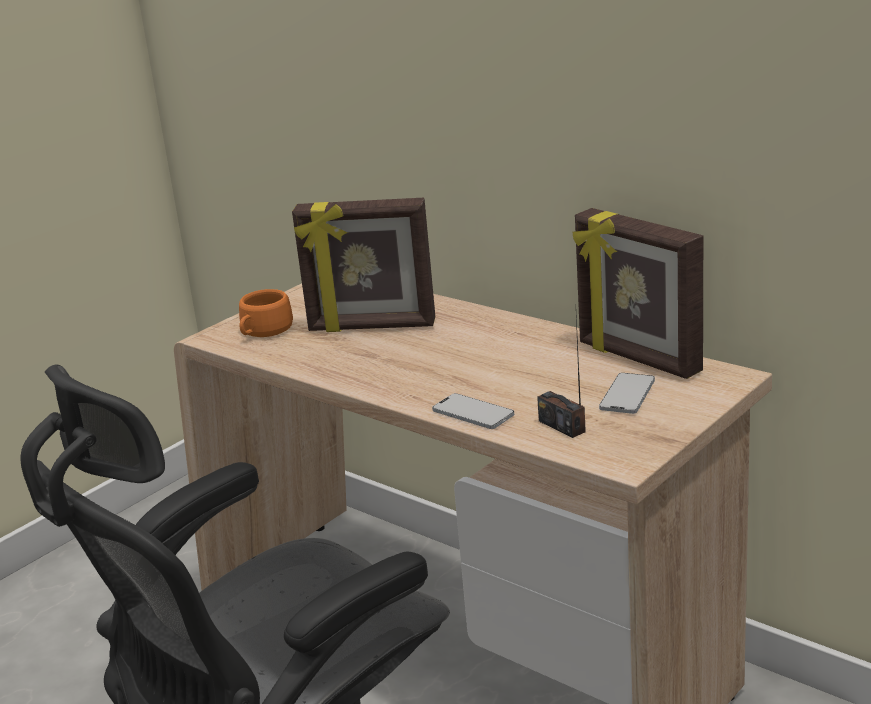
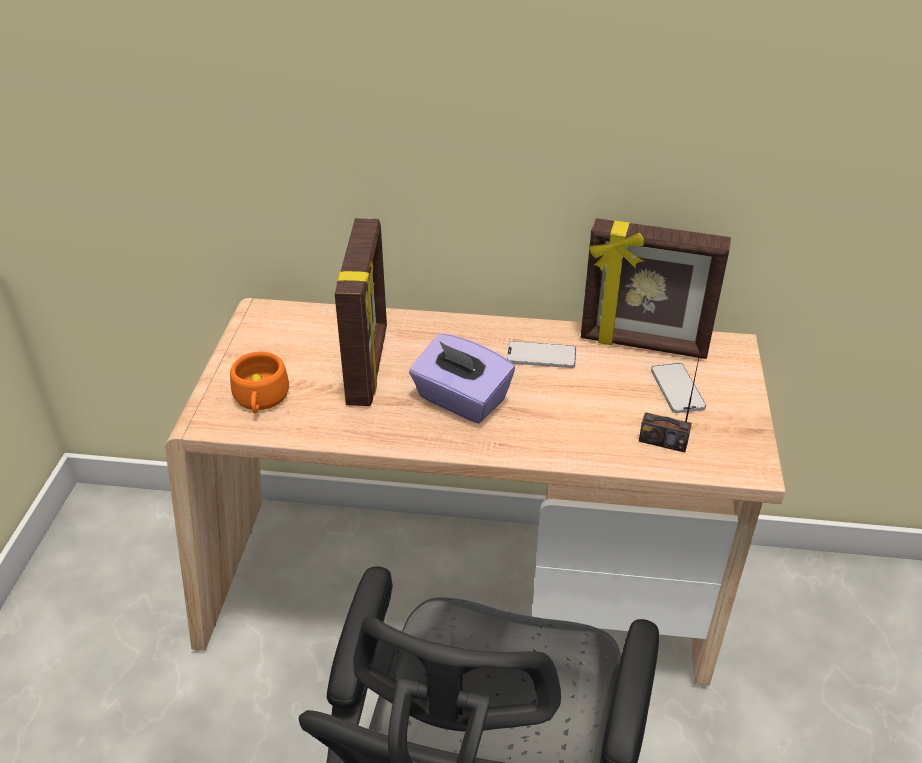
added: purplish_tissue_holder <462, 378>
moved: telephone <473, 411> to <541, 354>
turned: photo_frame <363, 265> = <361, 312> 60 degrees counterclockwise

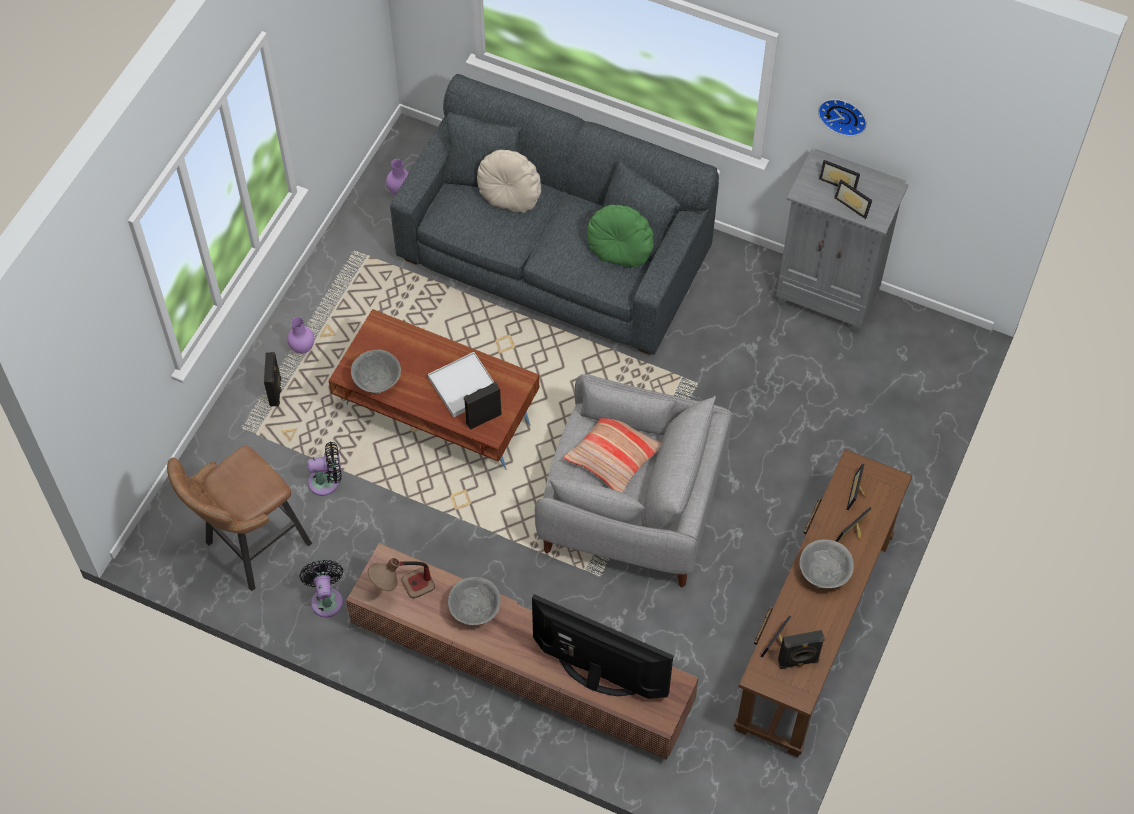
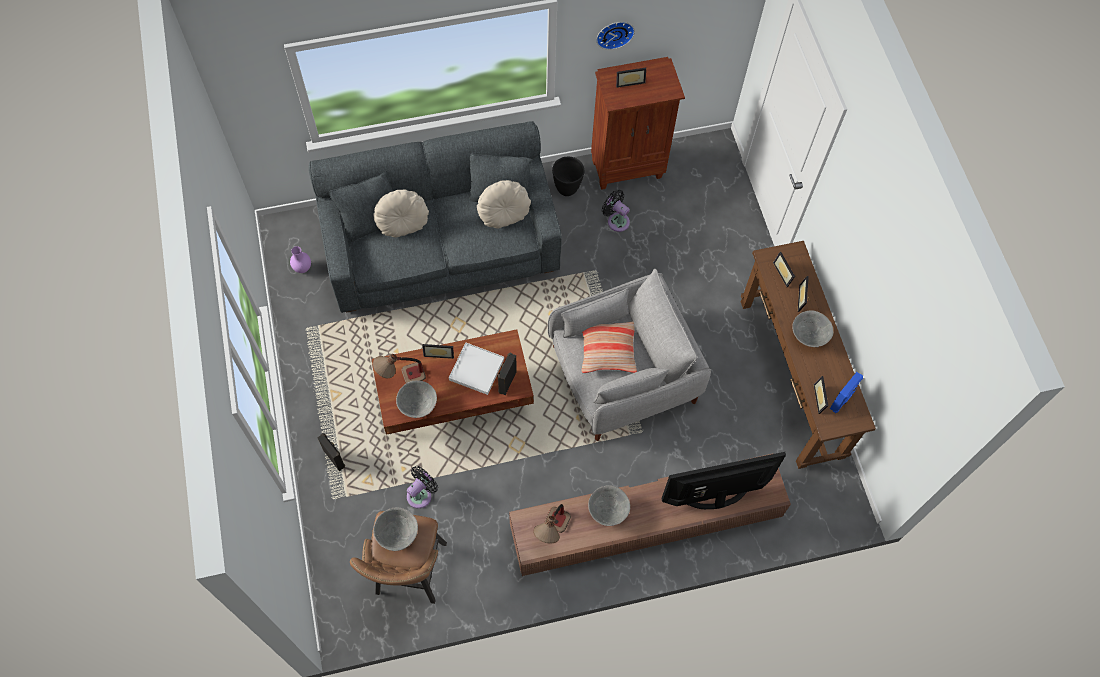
removed: purplish_vase <300, 335>
added: black_flower_pot <568, 176>; table_lamp <399, 368>; greyish_bowl <395, 529>
moved: photo_frame <853, 199> to <438, 351>; black_cooling_fan <321, 588> to <616, 210>
recoloured: greyish_cupboard <842, 241> to brown_cupboard <638, 123>; greenish_pillow <620, 236> to beige_pillow <504, 204>; black_speaker <801, 649> to blue_speaker <846, 392>

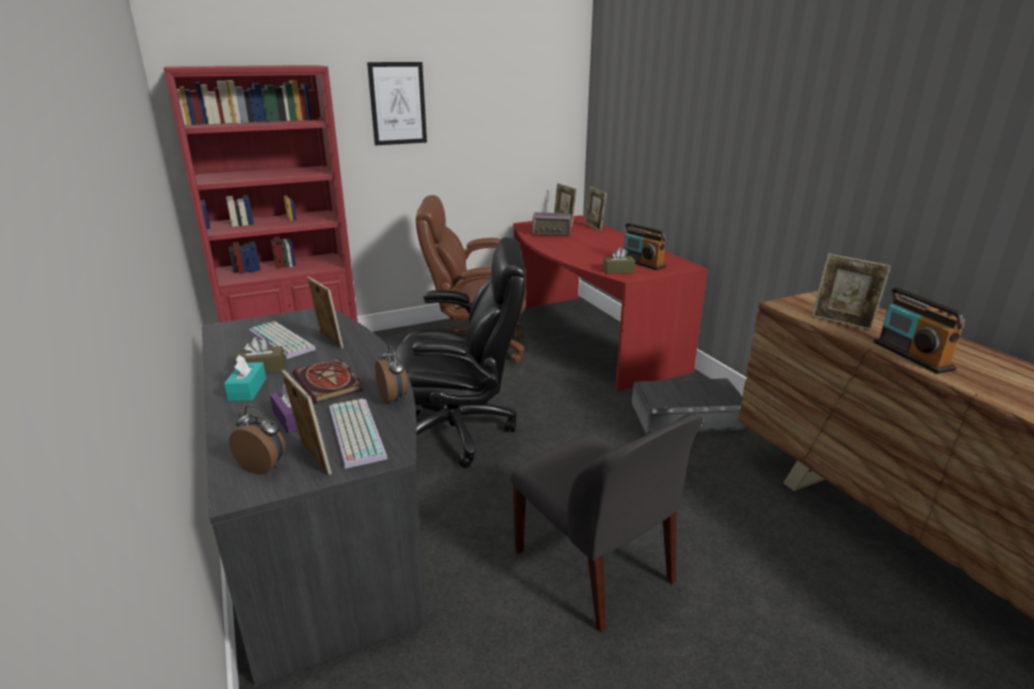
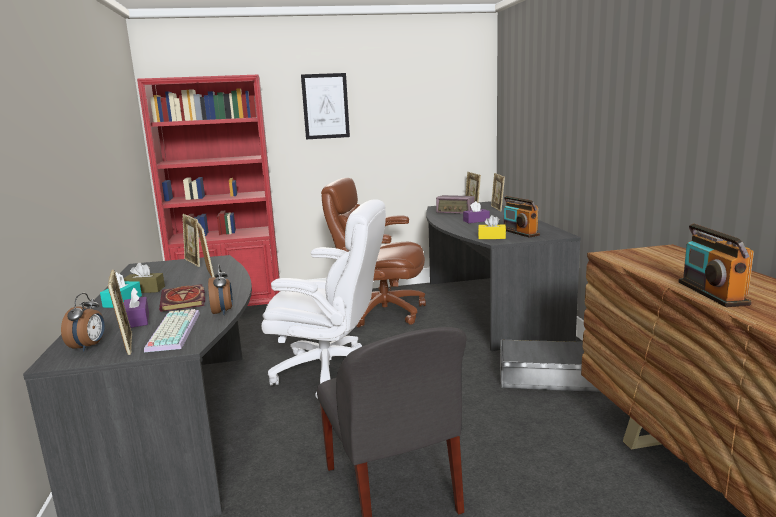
removed: keyboard <282, 340>
added: purplish_tissue_holder <476, 212>
moved: photo_frame <851, 292> to <191, 240>
recoloured: red-coloured_desk_unit <610, 303> to greyish_desk_unit <503, 276>; black_computer_chair <460, 352> to whitish_computer_chair <323, 299>; brown_tissue_holder <619, 260> to yellow_tissue_holder <492, 227>
turned: table_clock <257, 439> = <83, 322> 60 degrees clockwise

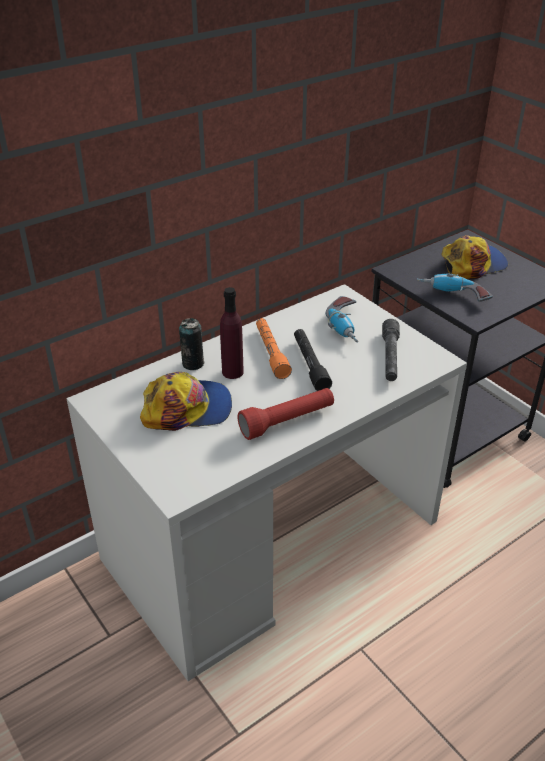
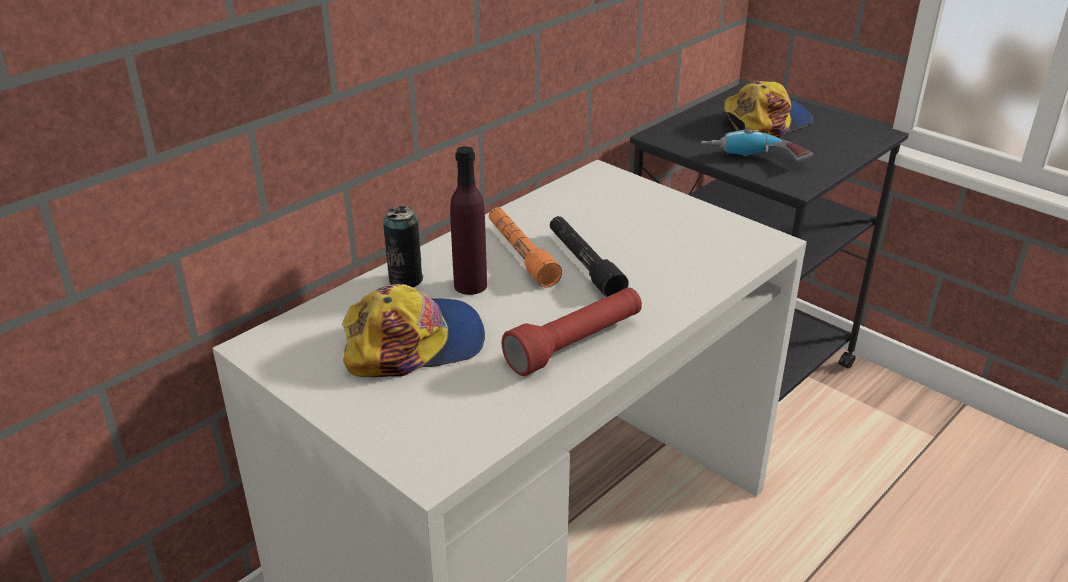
removed: electric_drill <342, 319>; greyish_torch <391, 350>

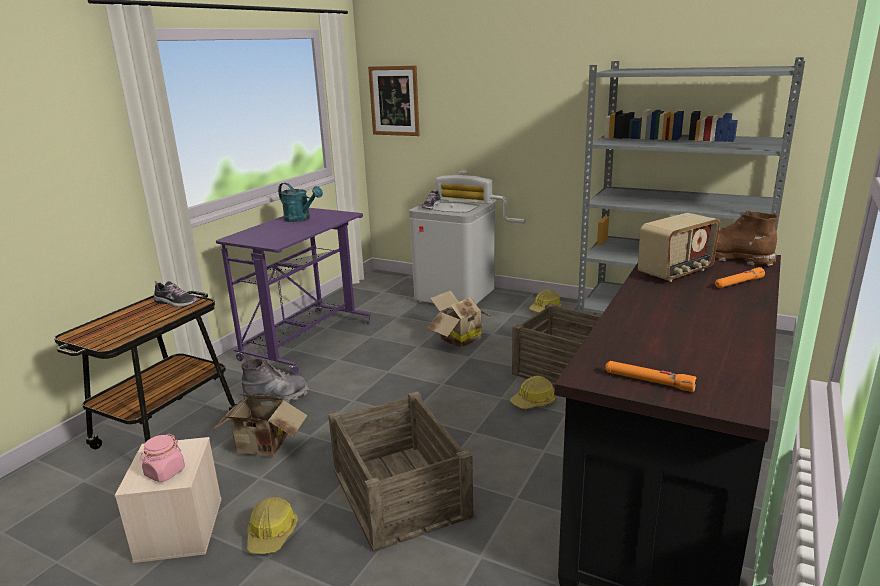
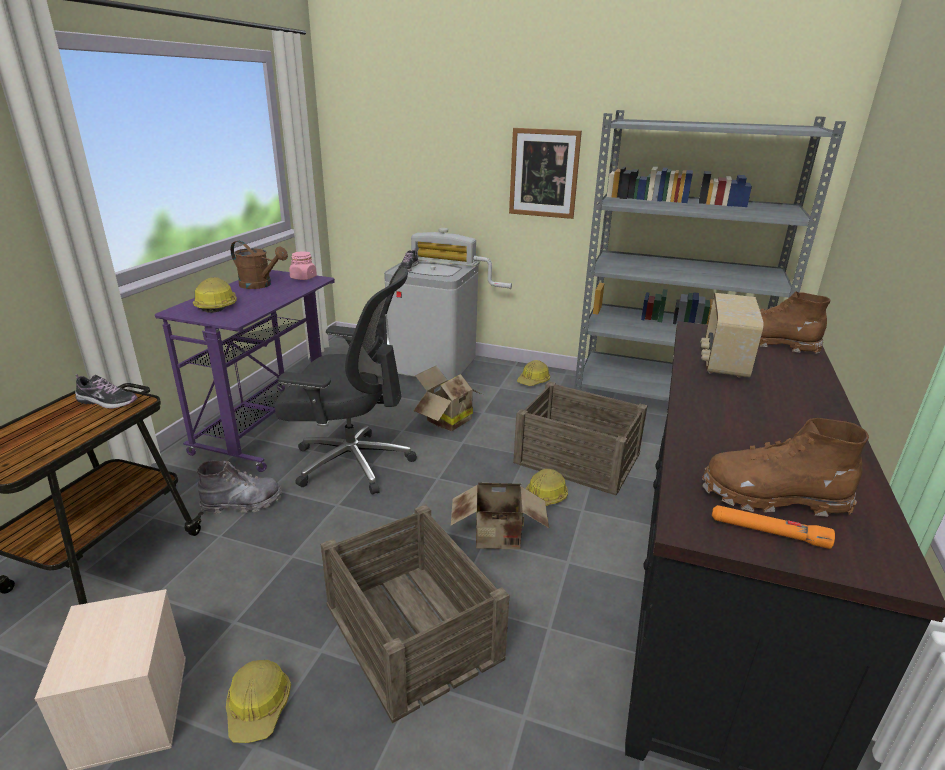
removed: orange_torch <740, 277>
added: computer_chair <346, 380>; safety_helmet <215, 295>; brown_high-top_boot <785, 467>
moved: wall_art <394, 101> to <545, 173>; carton <260, 425> to <500, 516>; pink-coloured_preserve_jar <162, 458> to <303, 266>
recoloured: blue-green_sprinkling_can <300, 202> to brown_sprinkling_can <259, 265>
turned: radio <679, 247> = <732, 335> 150 degrees clockwise

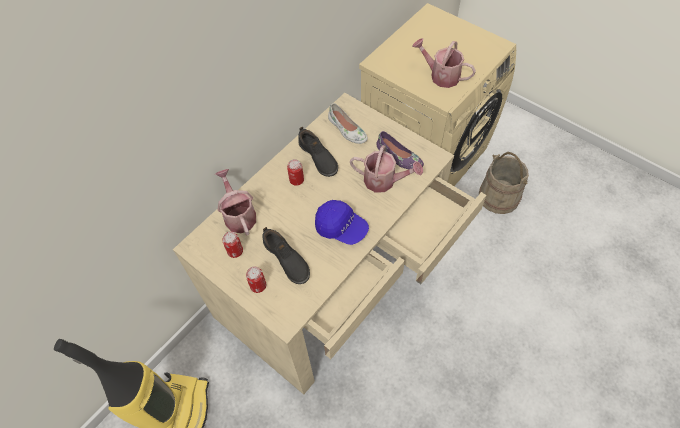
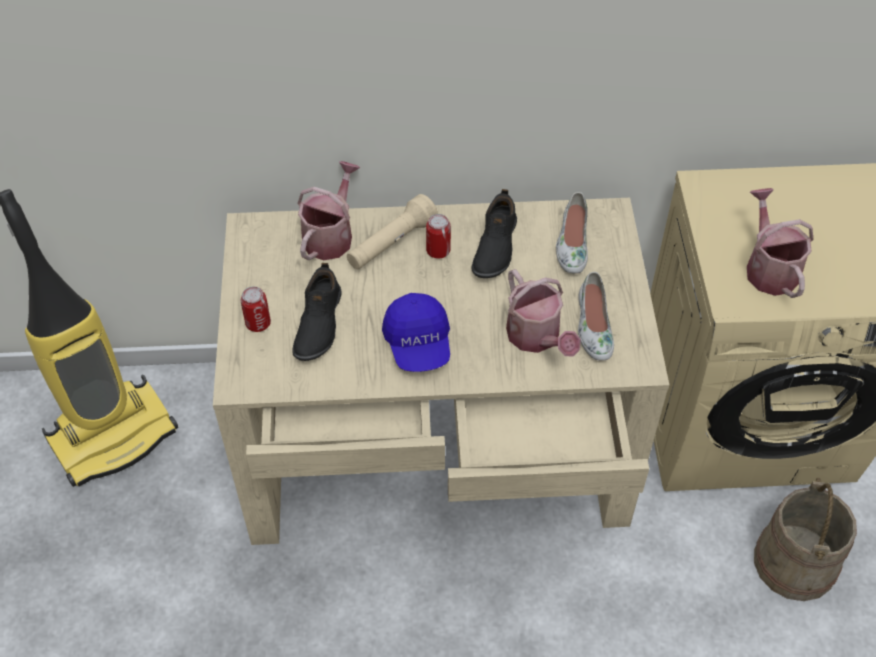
removed: can <232, 244>
added: beige_torch <392, 231>
recoloured: purplish_shoe <400, 150> to whitish_shoe <596, 316>

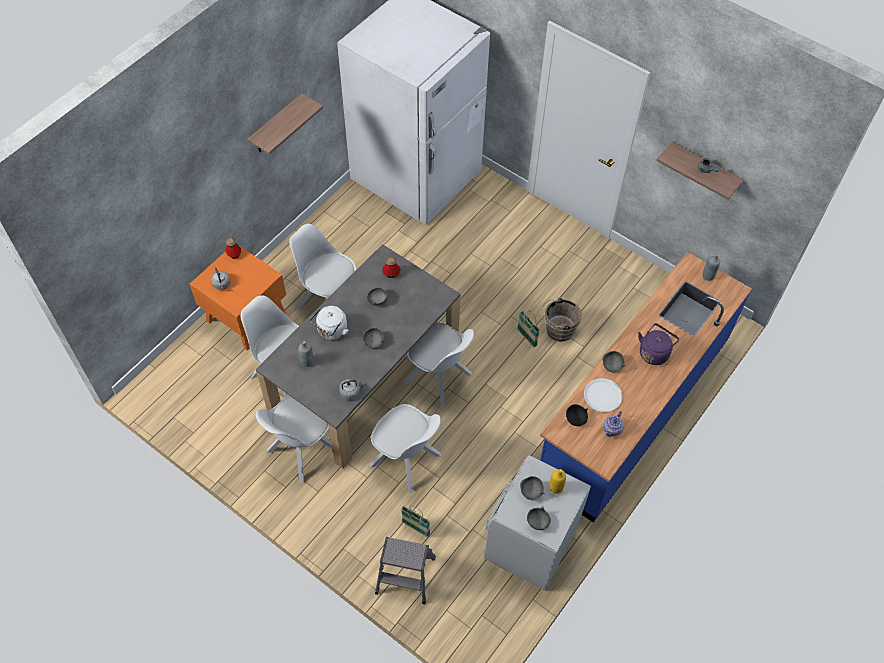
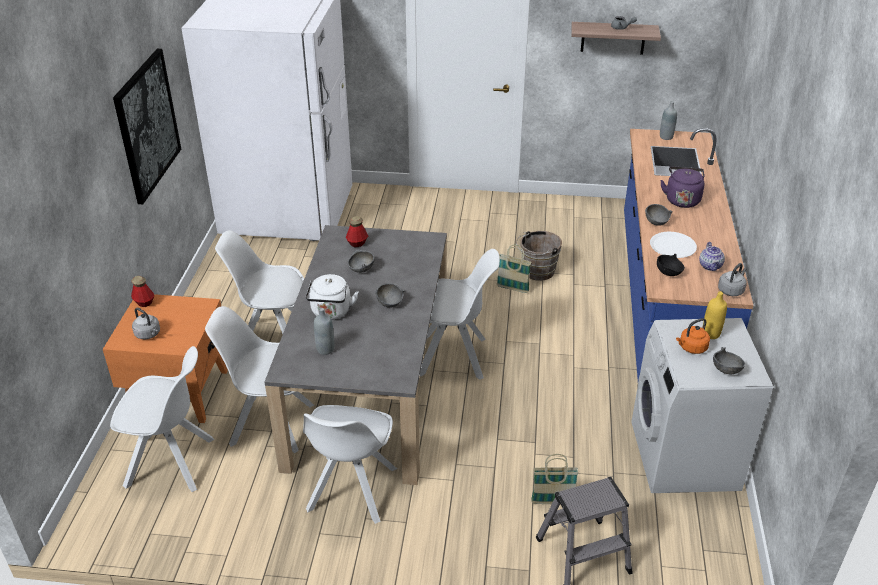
moved: greyish_tea_kettle <352, 389> to <732, 279>; whitish_plain_chair <405, 448> to <162, 419>
replaced: shelf <285, 123> to wall_art <147, 126>; greyish_bowl <532, 488> to orange_tea_kettle <693, 336>

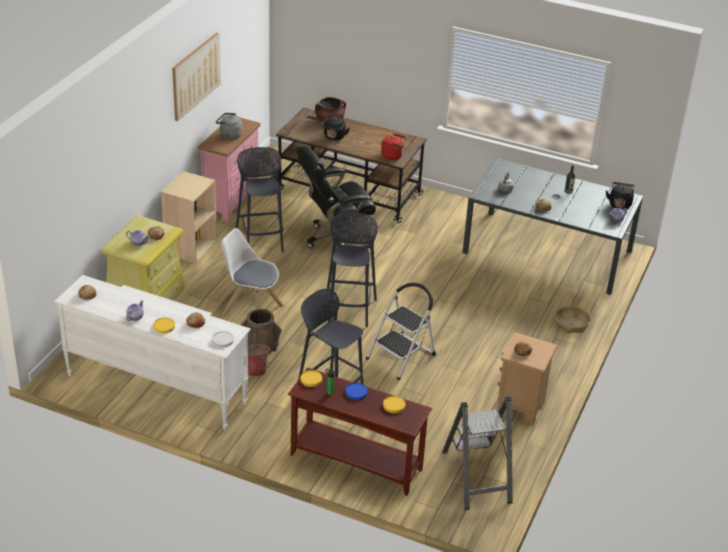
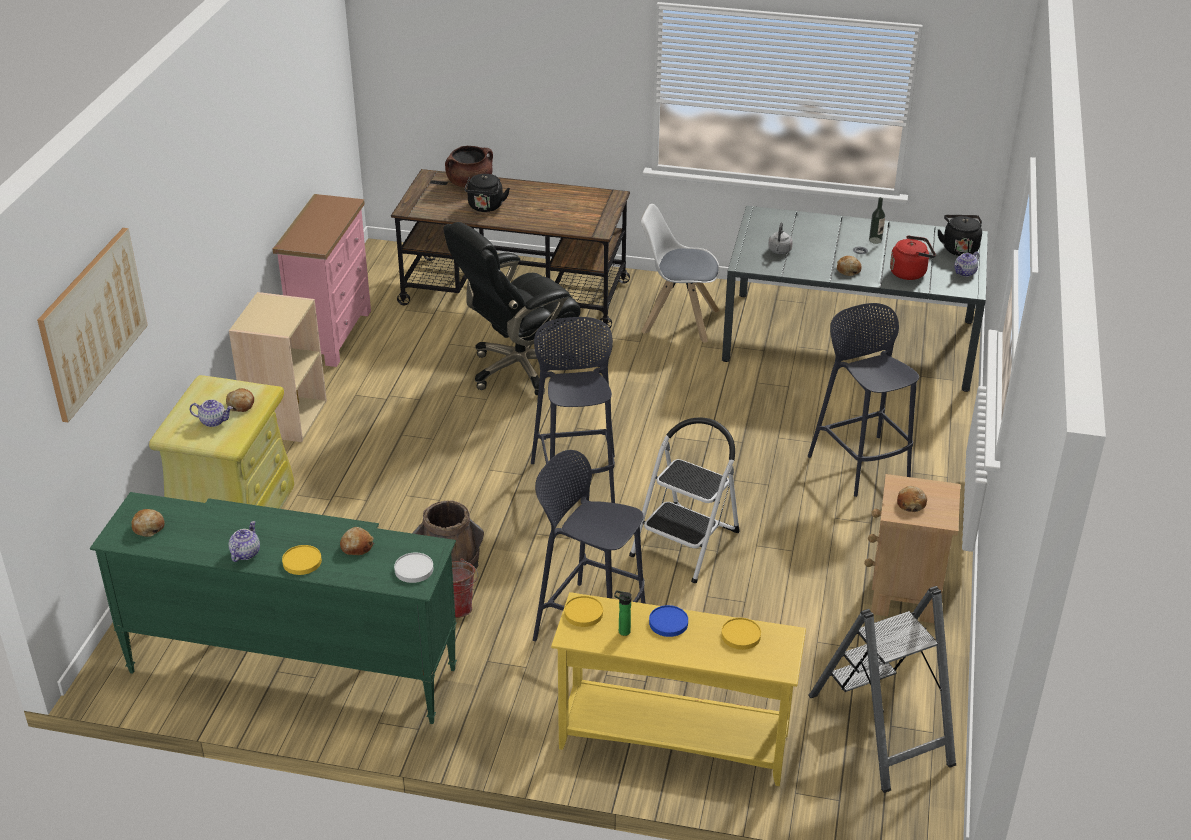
removed: greyish_tea_kettle <229, 126>; storage_basket <572, 319>
moved: wall_art <196, 77> to <92, 325>; red-coloured_tea_kettle <393, 146> to <913, 257>; greyish_stool_seat <260, 199> to <863, 400>; plain_chair <252, 271> to <680, 273>
recoloured: whitish_cupboard <152, 353> to greenish_cupboard <273, 608>; brown_hall_table <360, 432> to yellow_hall_table <678, 689>

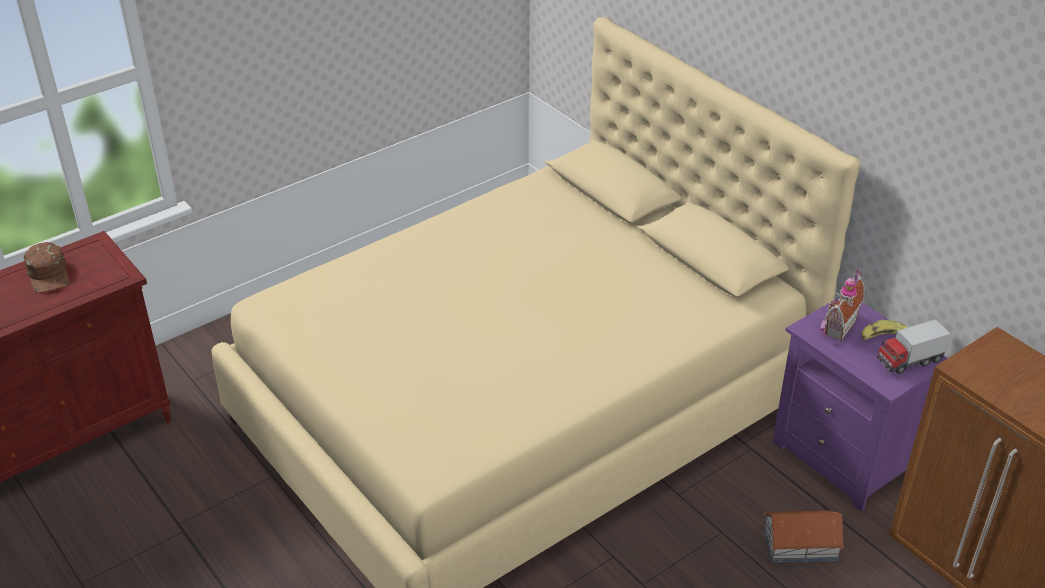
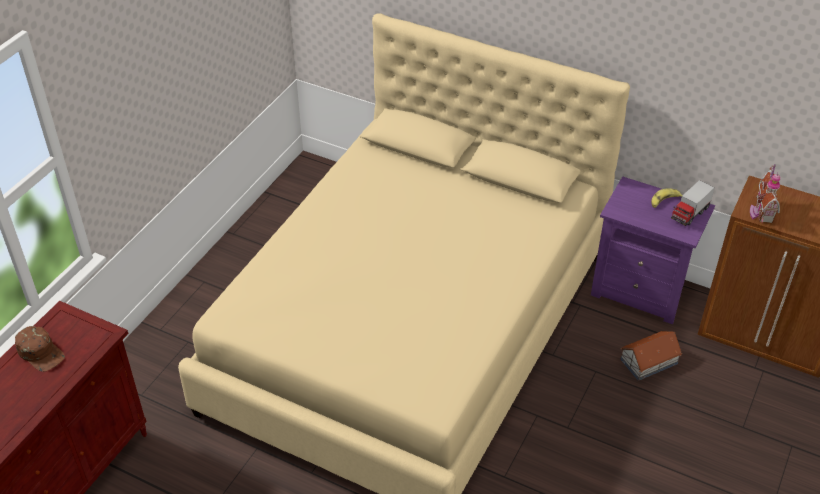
moved: toy_house <842, 304> to <765, 193>

